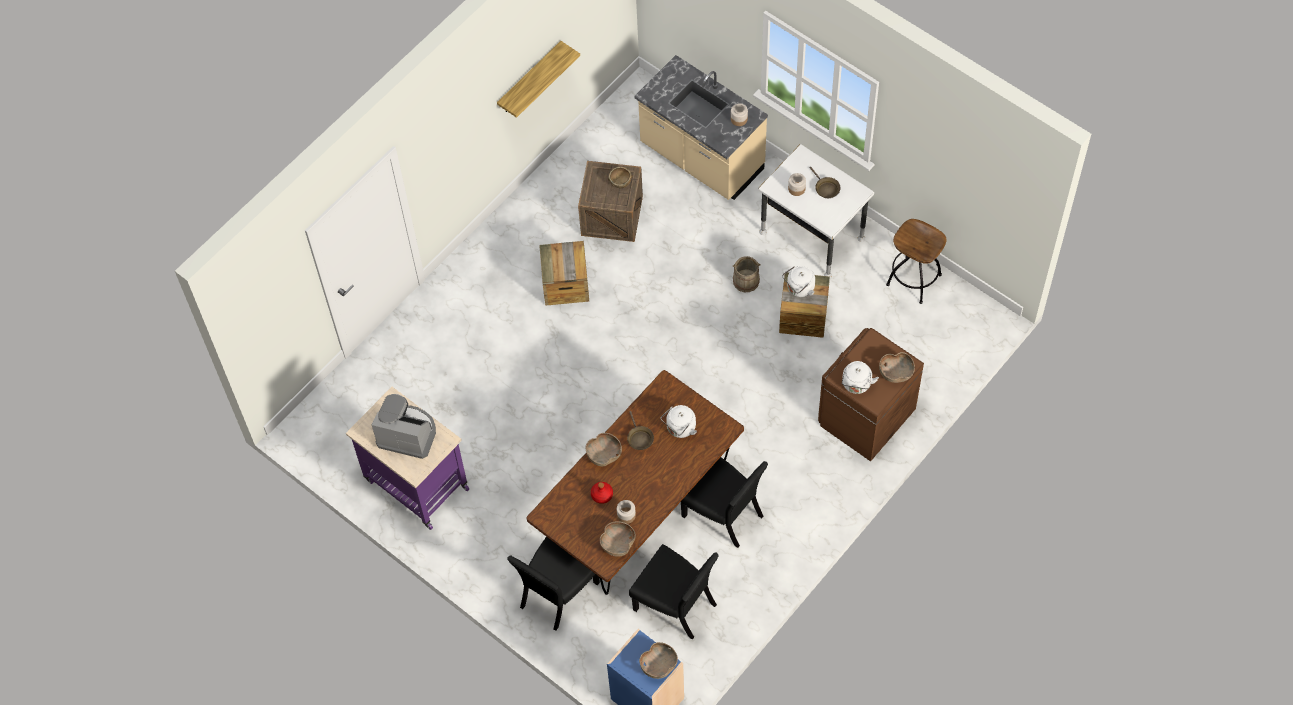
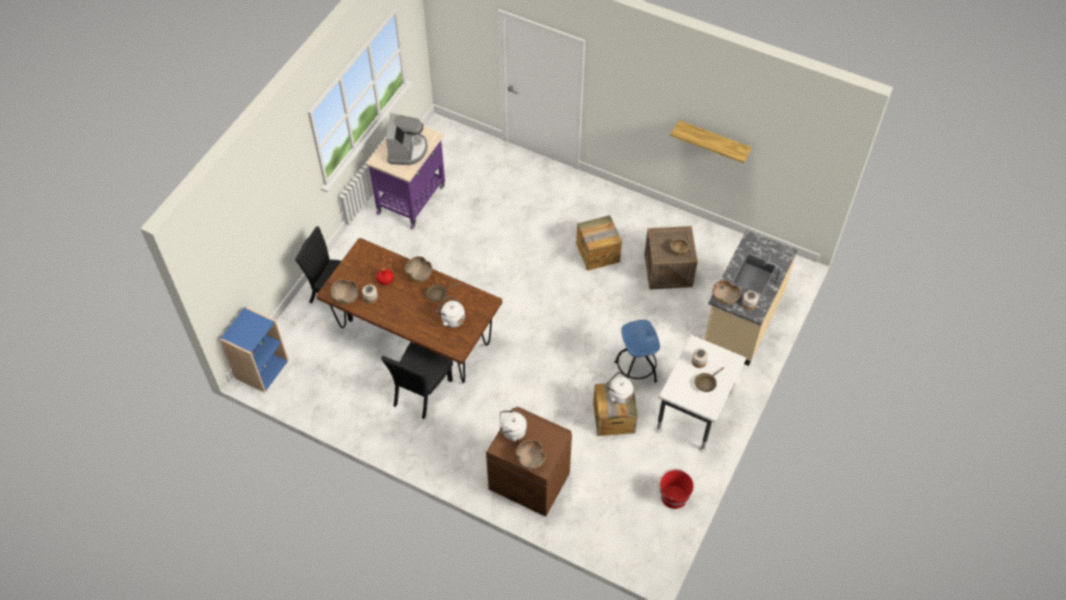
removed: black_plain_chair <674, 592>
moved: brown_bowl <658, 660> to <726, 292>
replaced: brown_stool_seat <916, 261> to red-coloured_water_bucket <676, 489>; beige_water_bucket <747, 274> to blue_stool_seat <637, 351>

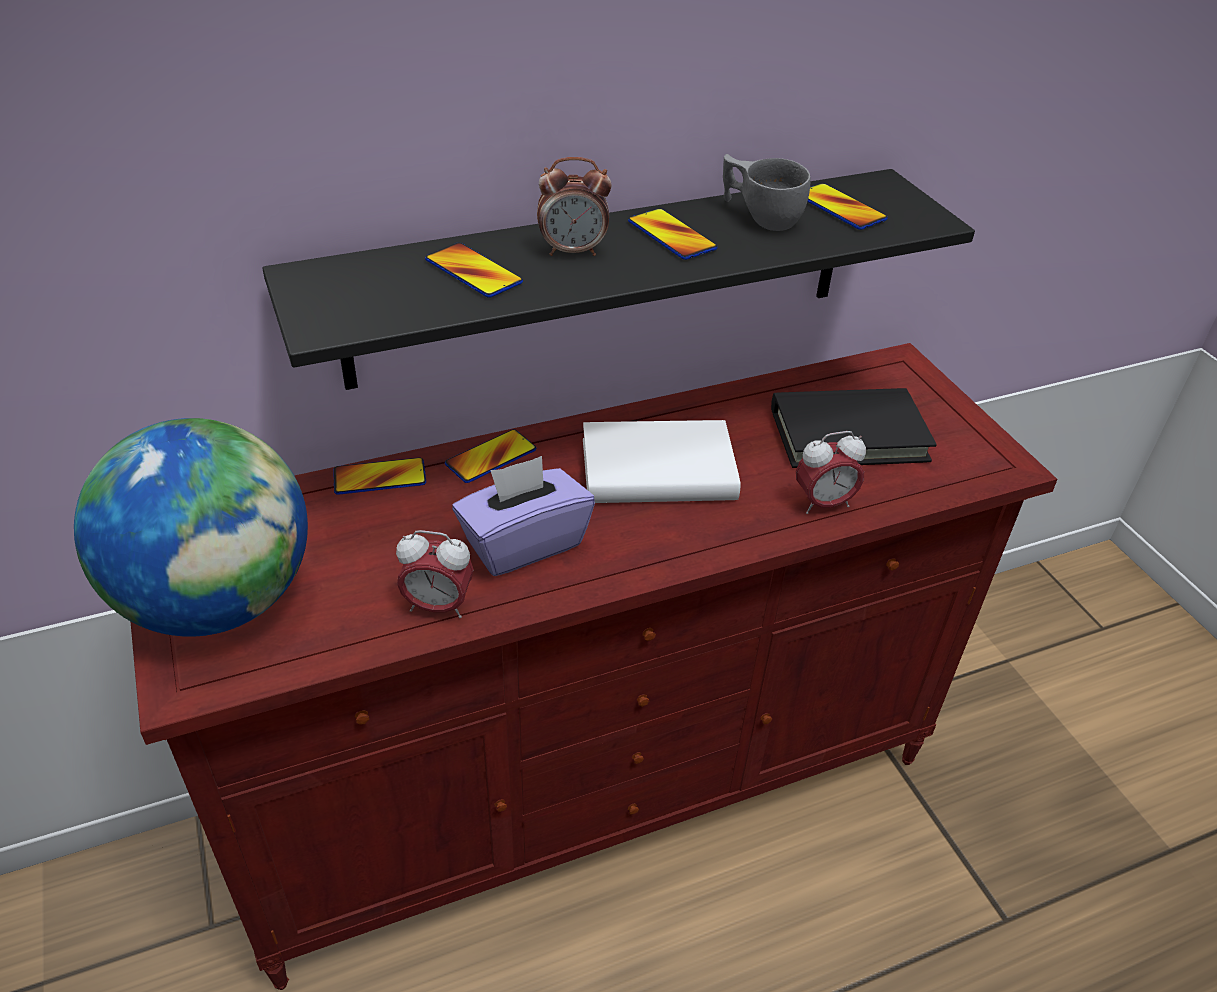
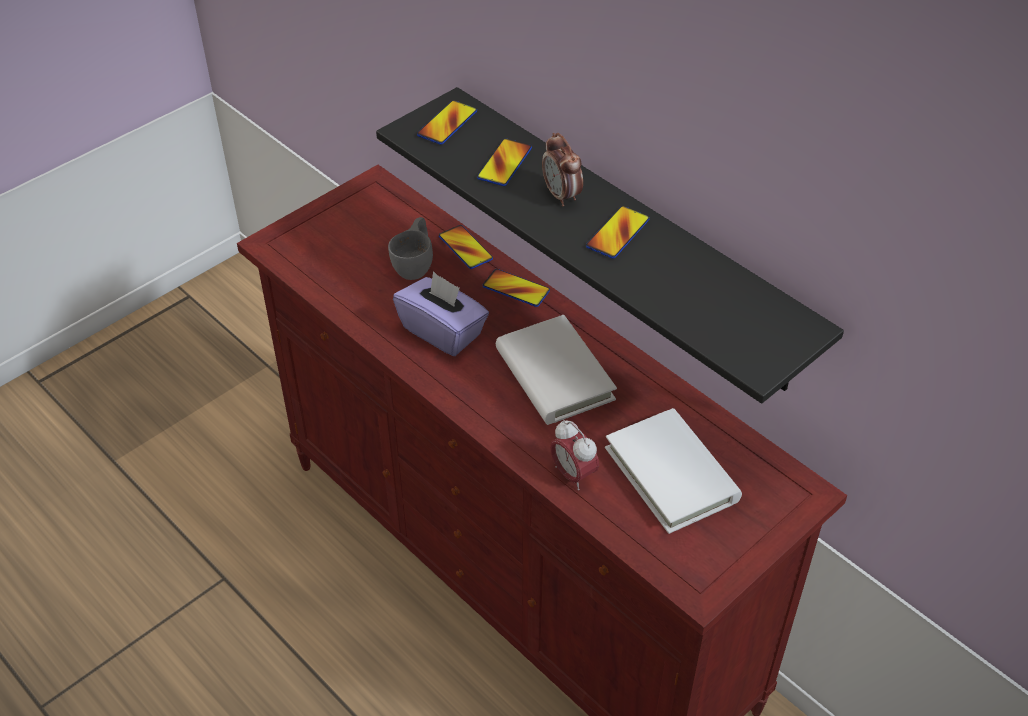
removed: globe <191, 527>; table_clock <435, 574>
moved: greyish_drinking_cup <767, 192> to <410, 248>; telephone <848, 206> to <447, 122>
recoloured: black_book <854, 428> to whitish_book <673, 471>

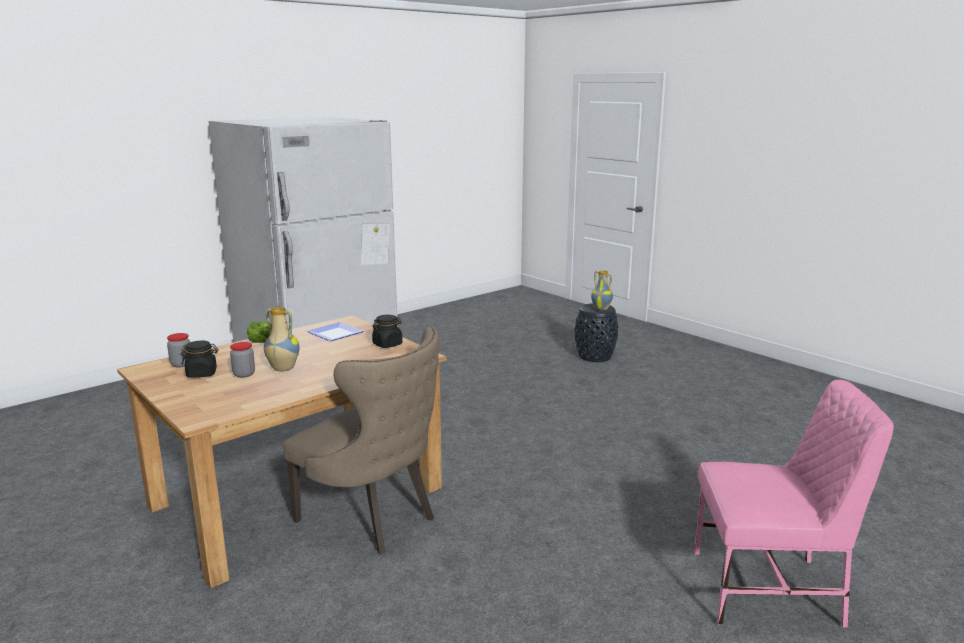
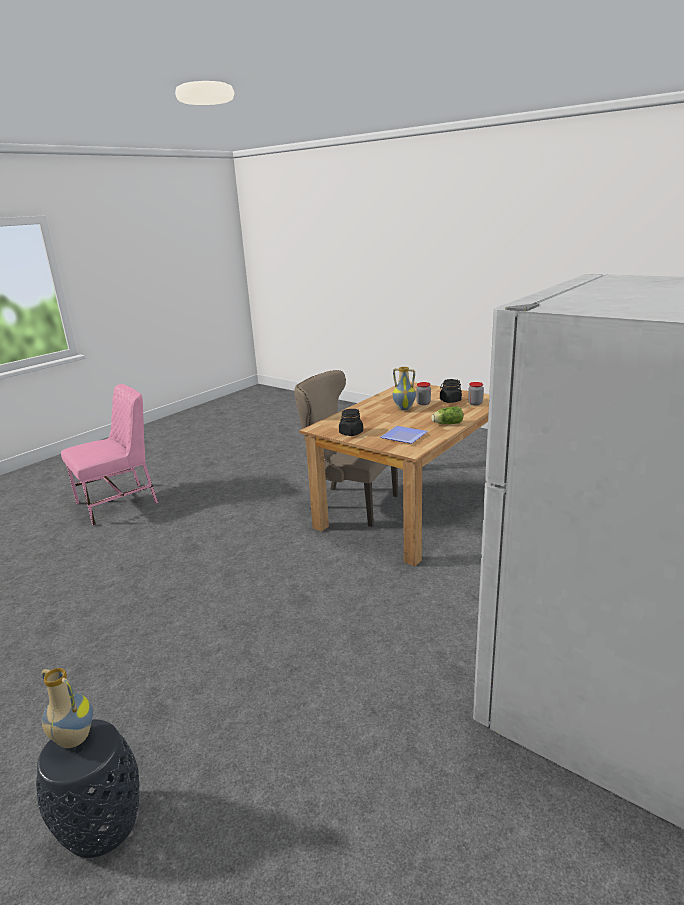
turned: pink-coloured_plain_chair <794, 504> = <109, 455> 150 degrees clockwise

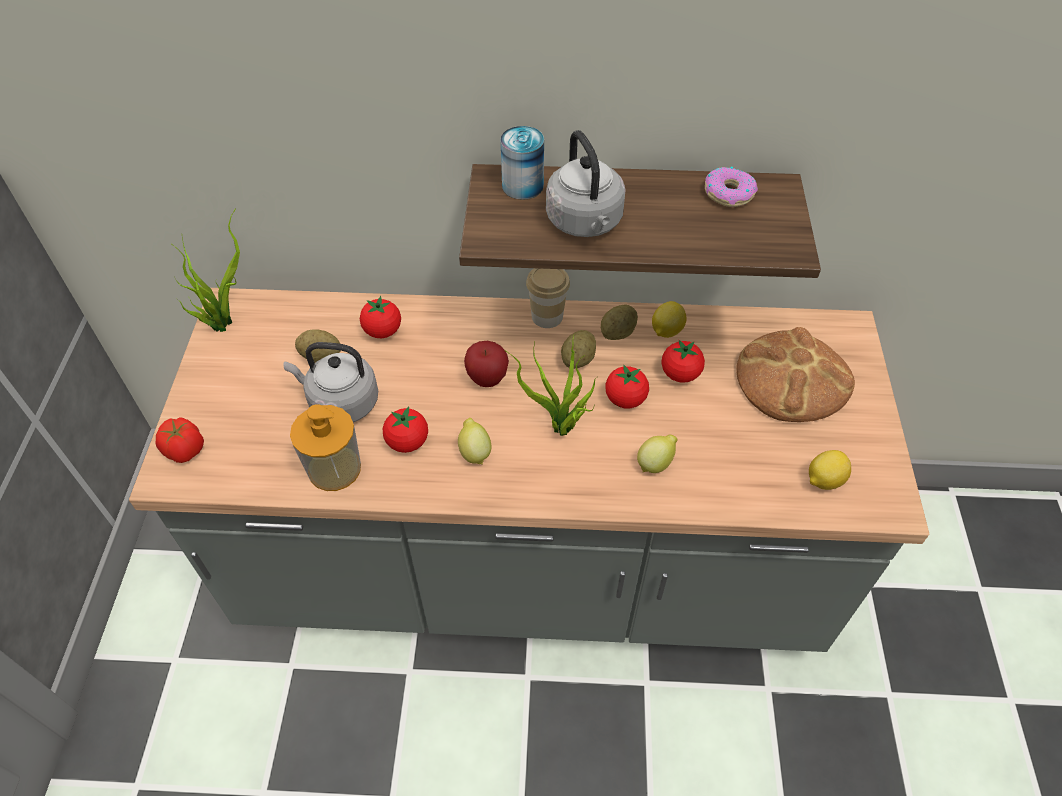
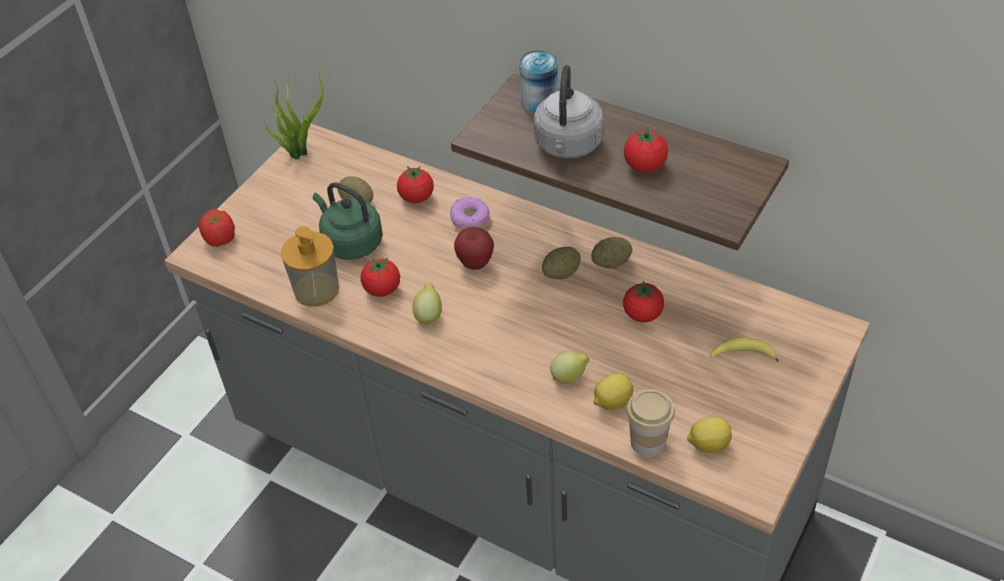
removed: potted_plant <551, 386>
moved: doughnut <731, 186> to <470, 212>; drinking_cup <548, 298> to <650, 423>; lemon <669, 319> to <613, 391>; fresh_tomato <627, 386> to <646, 149>
replaced: bread <795, 374> to banana <744, 350>
recoloured: greyish_tea_kettle <331, 382> to greenish_tea_kettle <348, 221>

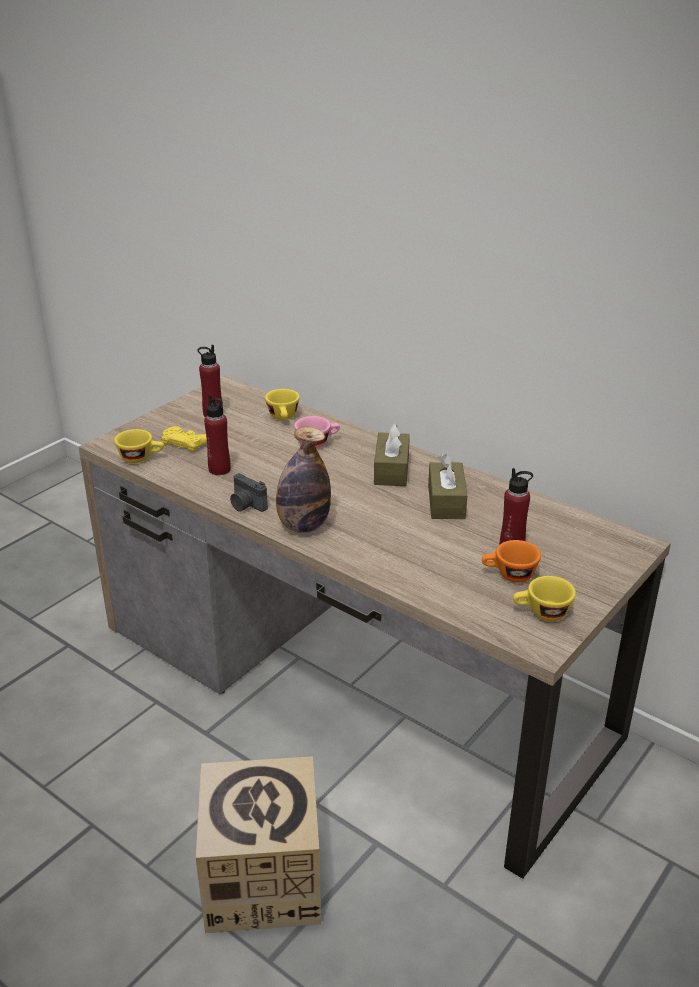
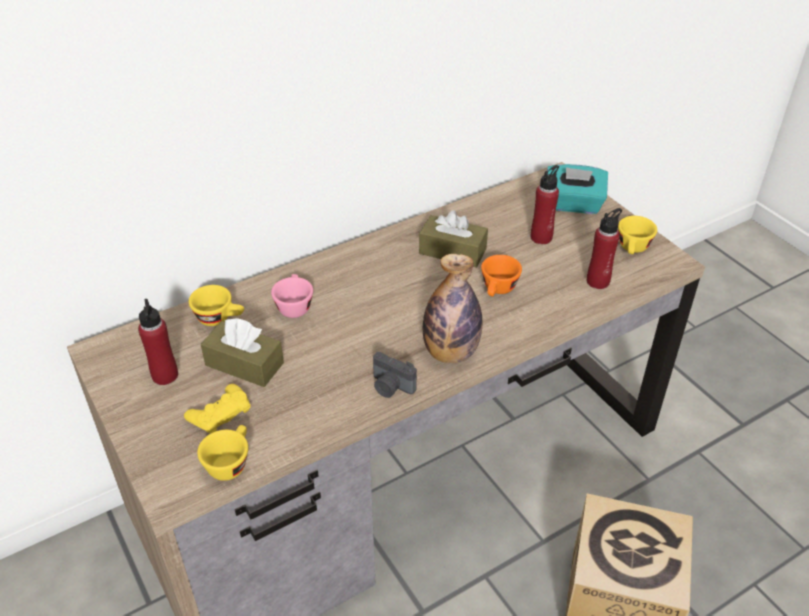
added: blue-green_tissue_holder <577, 189>
moved: red-coloured_bottle <217, 435> to <604, 248>; brown_tissue_holder <392, 454> to <242, 352>; orange_drinking_cup <511, 561> to <501, 275>
turned: photo_camera <249, 492> = <395, 375> 60 degrees clockwise

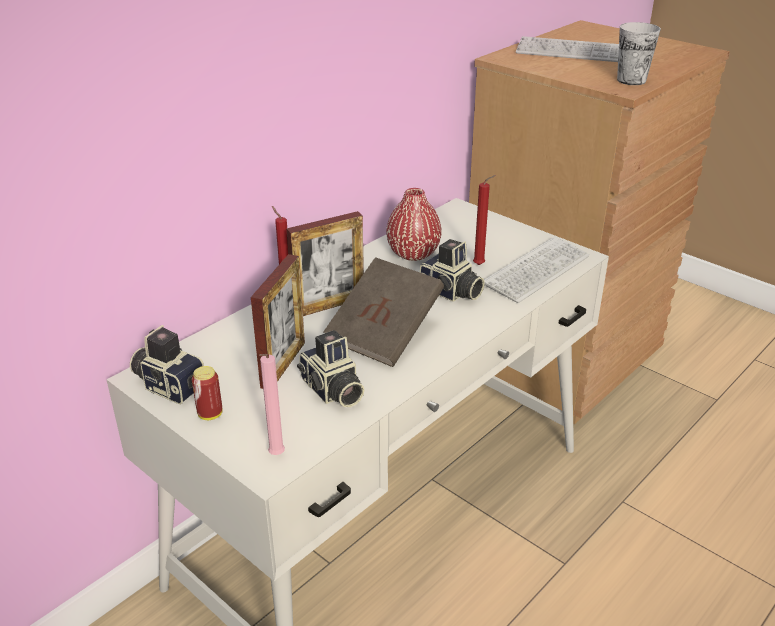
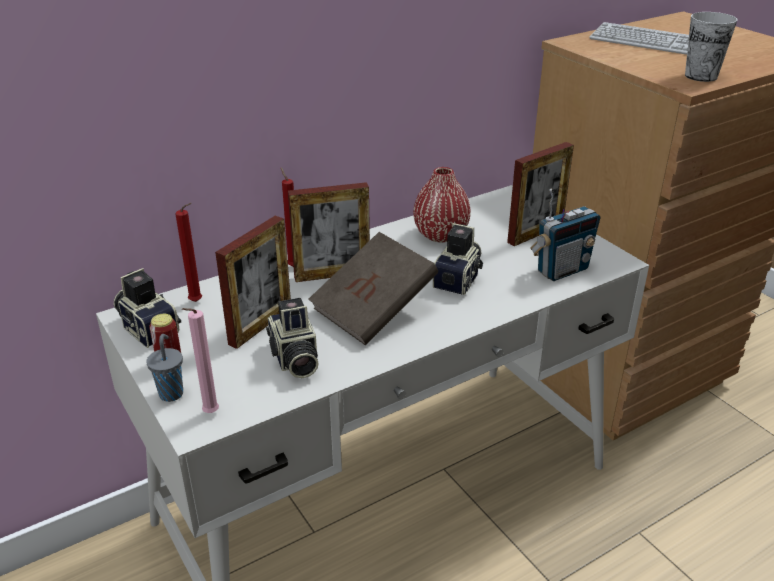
added: photo_frame <540, 194>; greyish_drinking_cup <164, 368>
moved: red-coloured_candle <484, 220> to <188, 252>
replaced: keyboard <536, 270> to radio <565, 235>
turned: photo_camera <452, 270> = <458, 259> 120 degrees counterclockwise

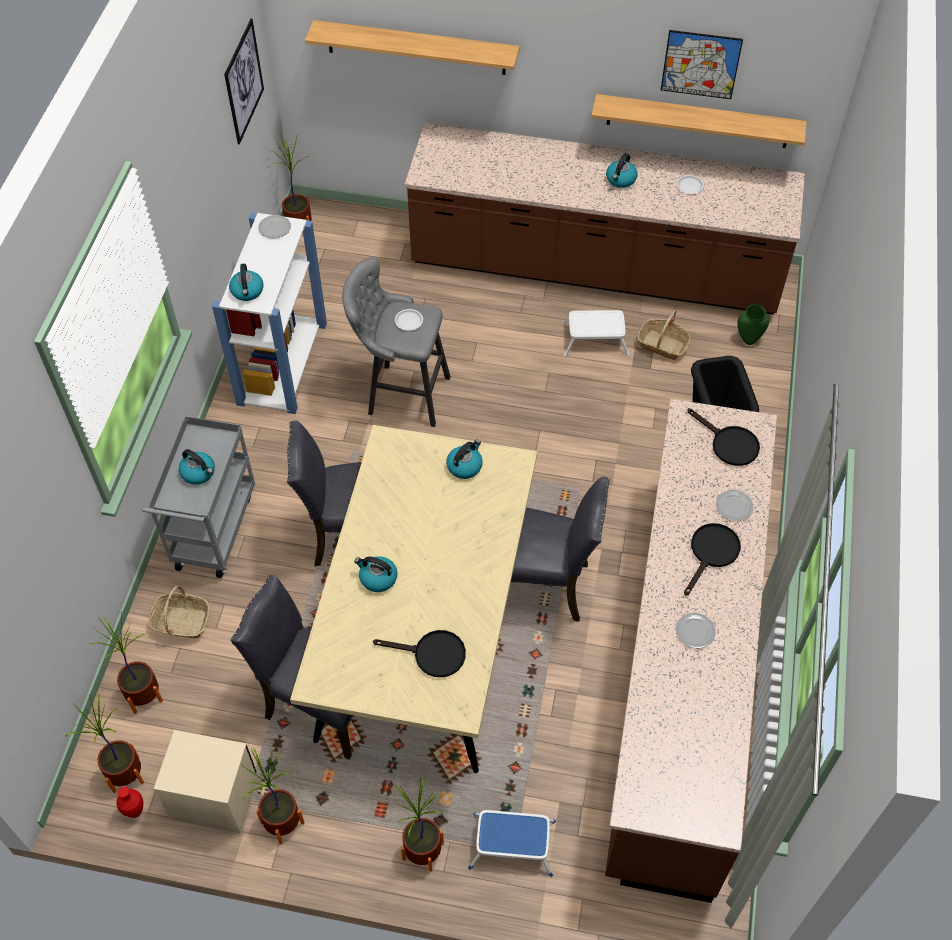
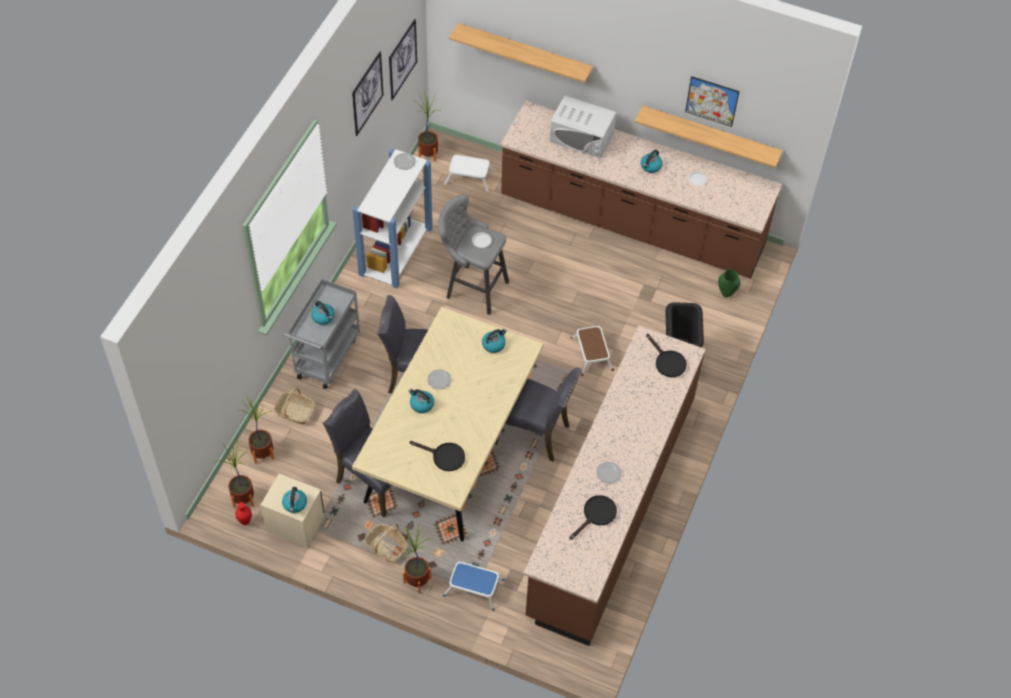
removed: potted_plant <273, 796>
added: wall_art <368, 94>; whitish_kitchen_microwave <582, 127>; brown_stepladder <592, 351>
moved: tea_kettle <246, 282> to <294, 500>; storage_basket <664, 334> to <385, 543>; whitish_stepladder <596, 333> to <469, 173>; flat_dish <734, 505> to <439, 380>; black_frying_pan <712, 559> to <593, 517>

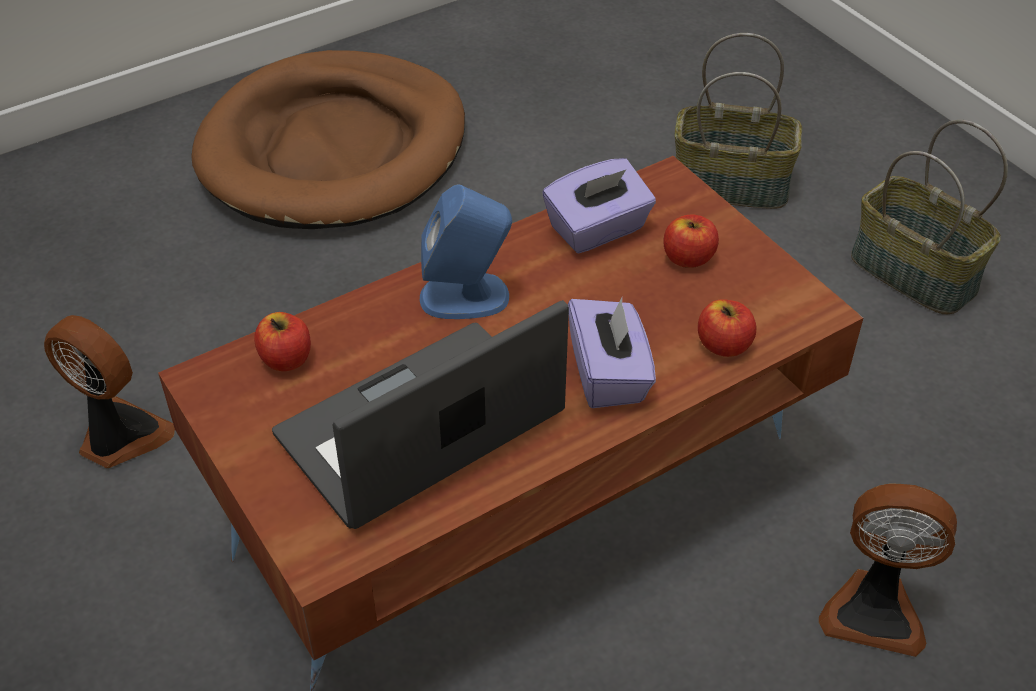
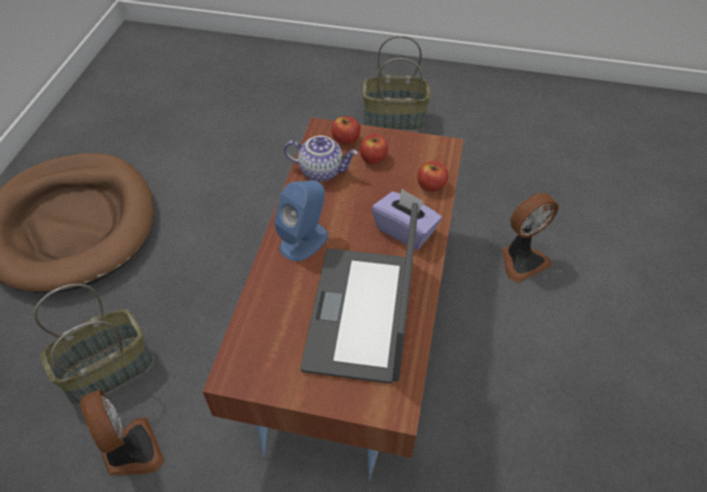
moved: storage_basket <738, 121> to <93, 344>; apple <282, 341> to <345, 130>
replaced: purplish_tissue_holder <599, 205> to teapot <321, 159>
turned: cooling_fan <109, 391> = <122, 432> 75 degrees clockwise

